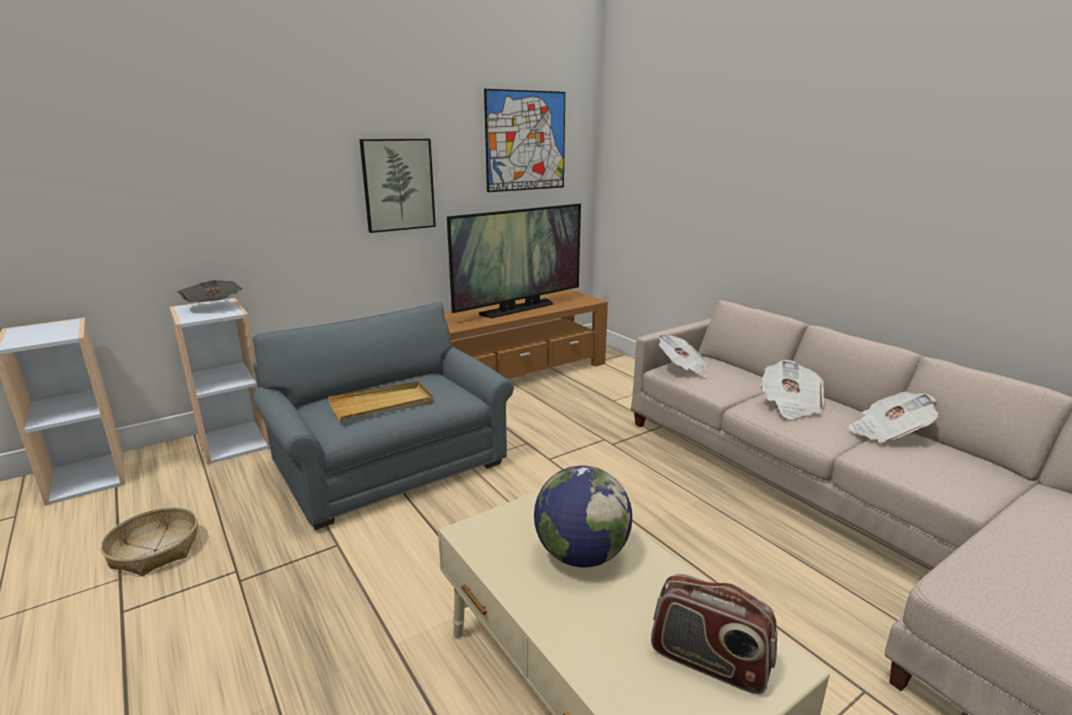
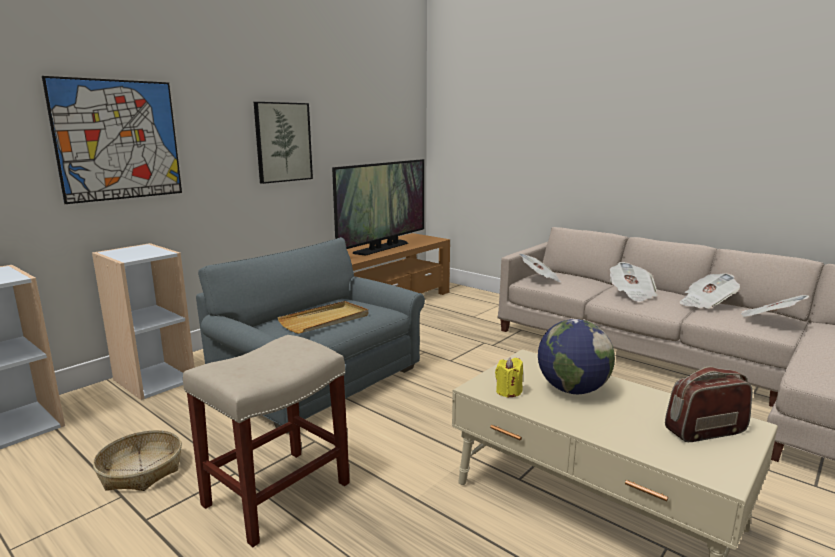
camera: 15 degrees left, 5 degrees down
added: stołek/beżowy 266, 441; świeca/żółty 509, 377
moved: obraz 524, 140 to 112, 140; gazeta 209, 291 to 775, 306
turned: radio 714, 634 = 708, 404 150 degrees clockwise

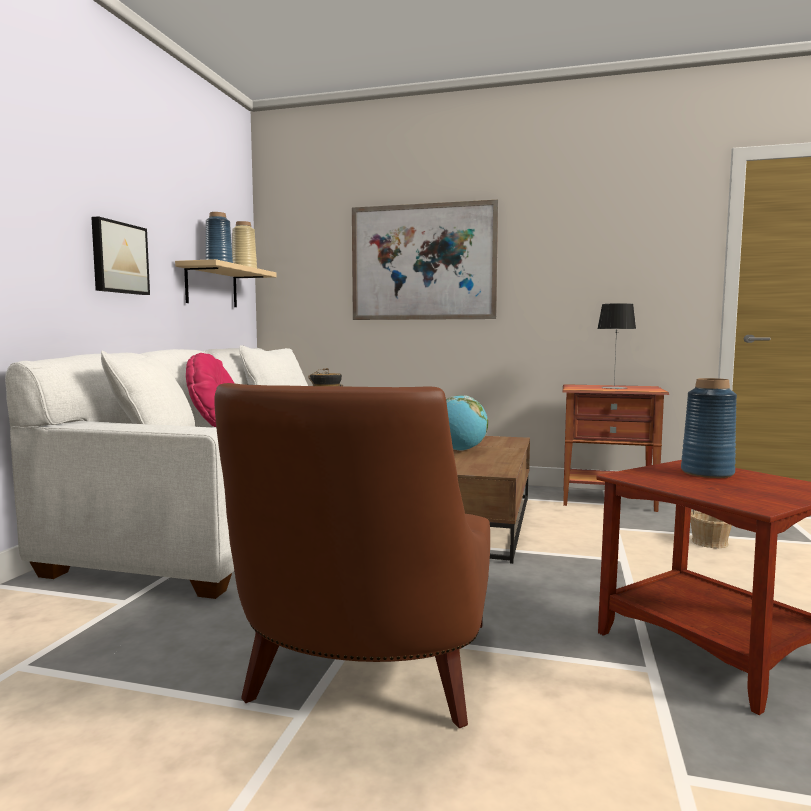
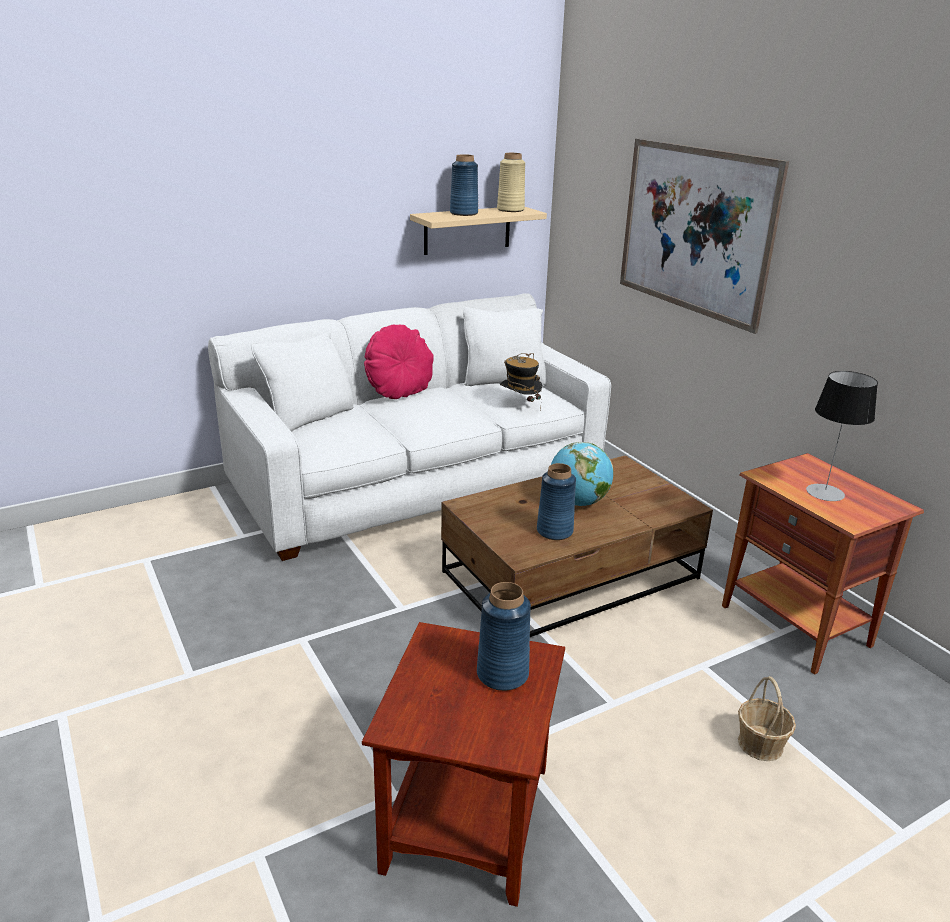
camera: 45 degrees right, 20 degrees up
removed: obraz 120, 255; fotel/brązowy 352, 555
added: wazon/niebieski 556, 501

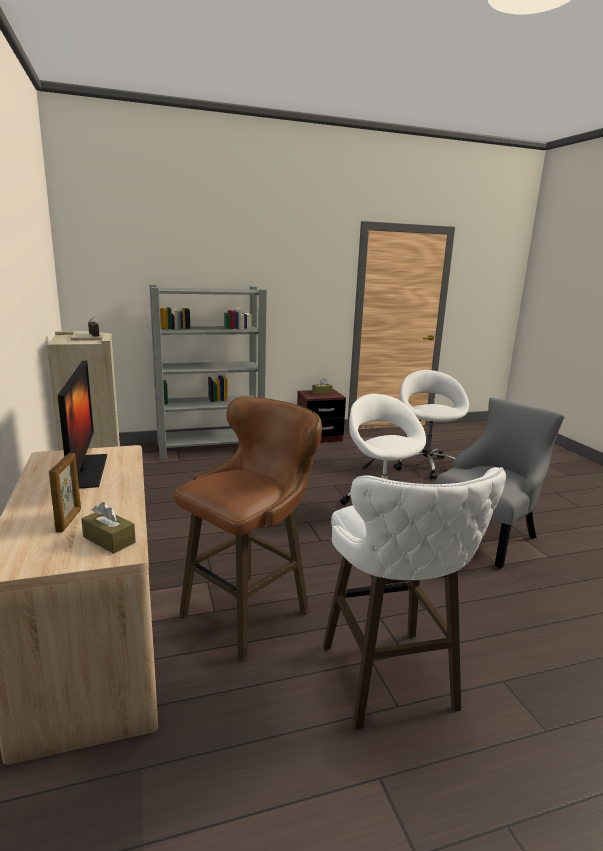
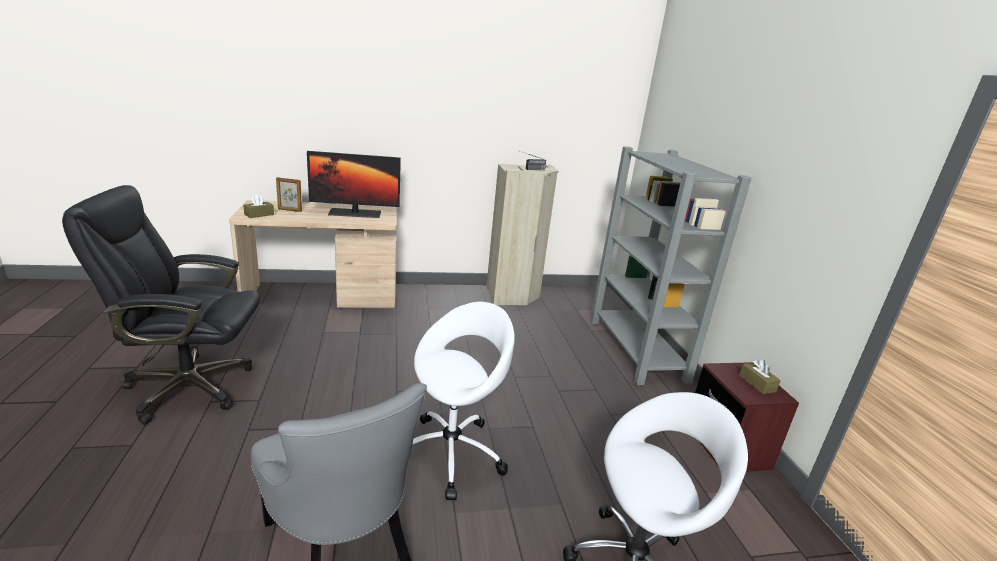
camera: 95 degrees right, 5 degrees up
removed: stołek/brązowy 248, 529
replaced: stołek/biały 414, 598 to krzesło biurowe/czarny 161, 305

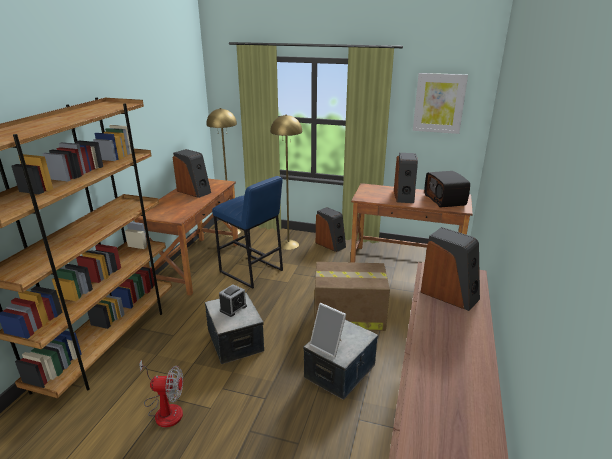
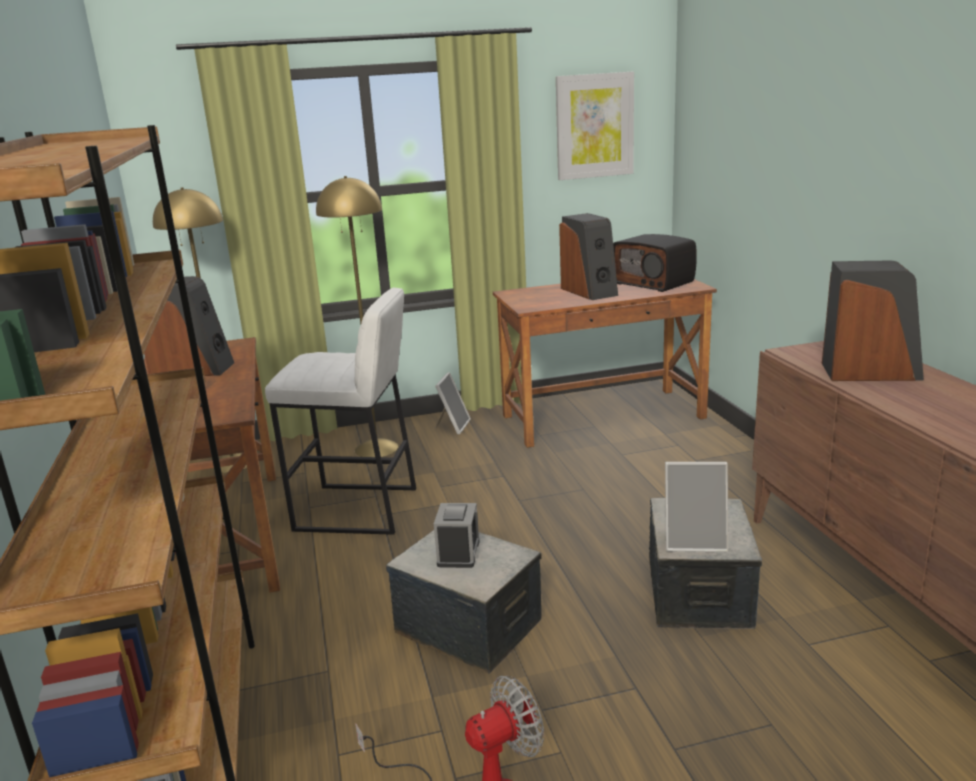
camera: 30 degrees left, 5 degrees down
removed: karton 352, 296
replaced: głośnik 331, 229 to ramka na zdjęcie 452, 403
recoloured: stołek/niebieski 247, 232 to stołek/biały 340, 411

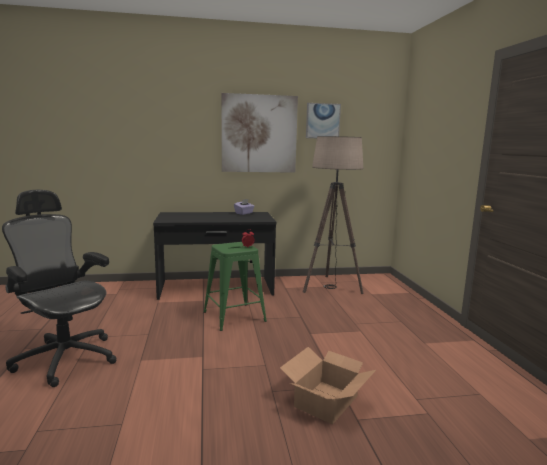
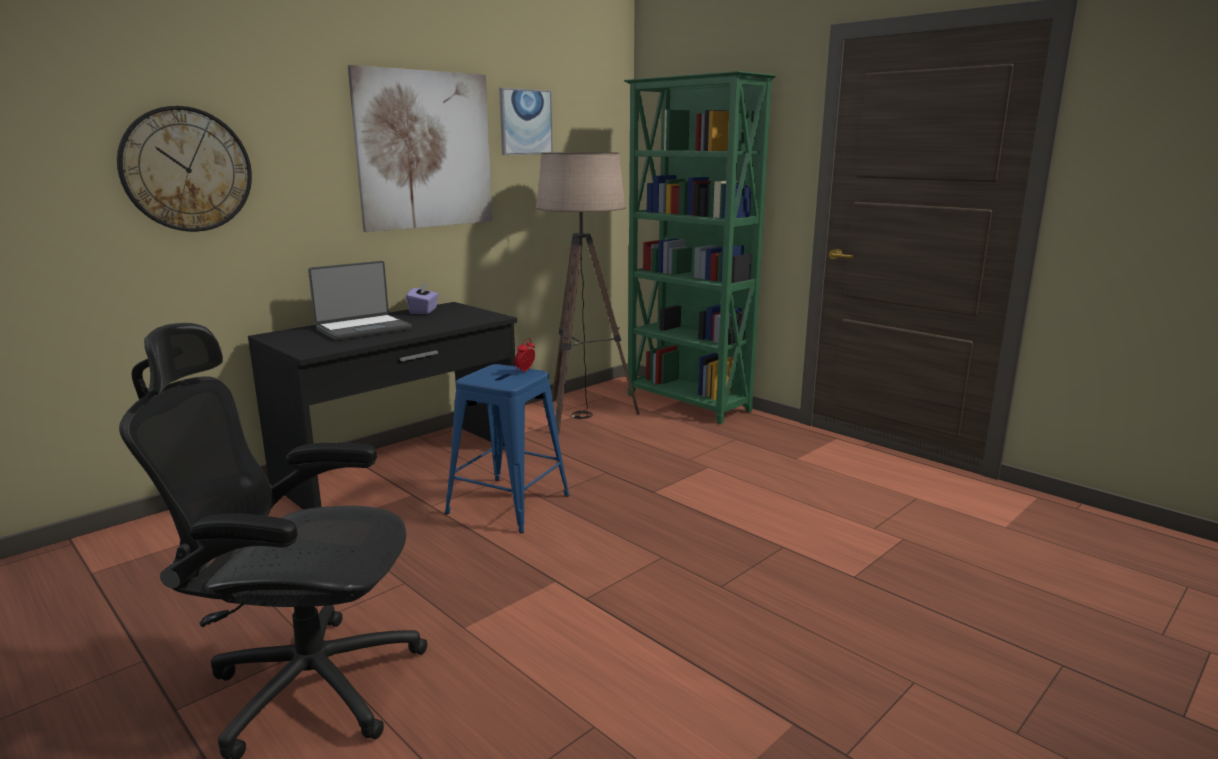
camera: 35 degrees left, 5 degrees up
removed: karton 328, 386
added: regał/zielony 700, 247; zegar ścienny 184, 169; laptop 360, 301
recoloured: stołek/zielony 235, 286 to stołek/niebieski 507, 448

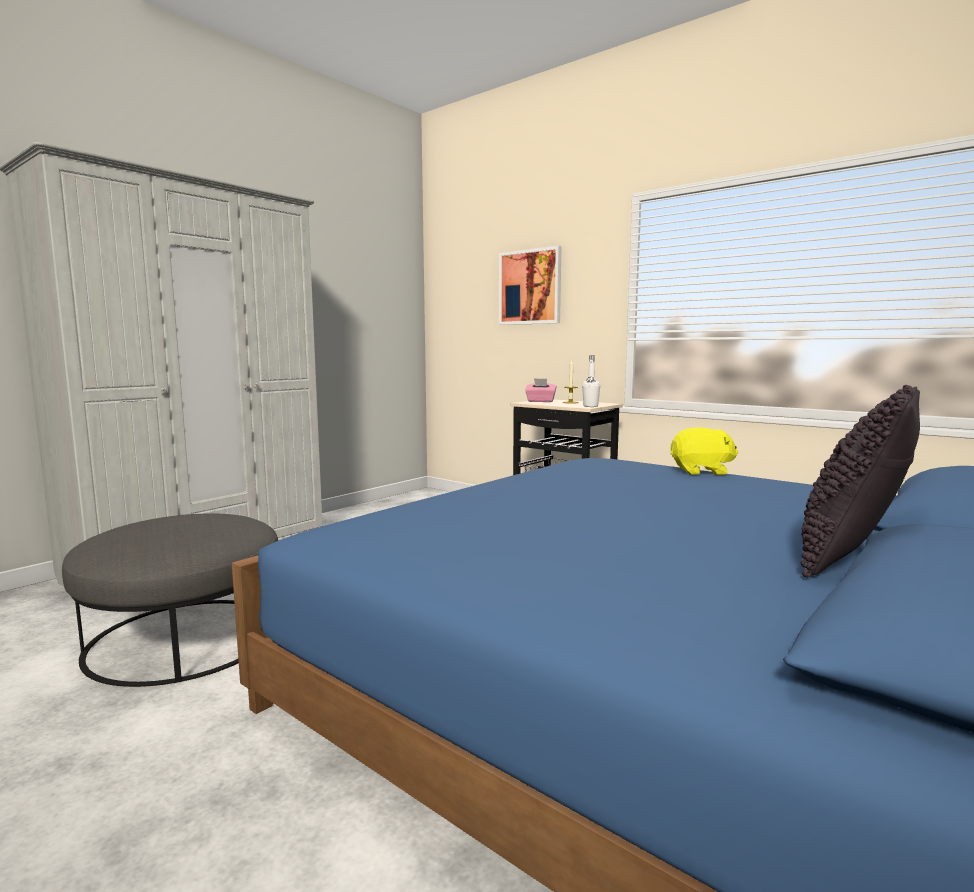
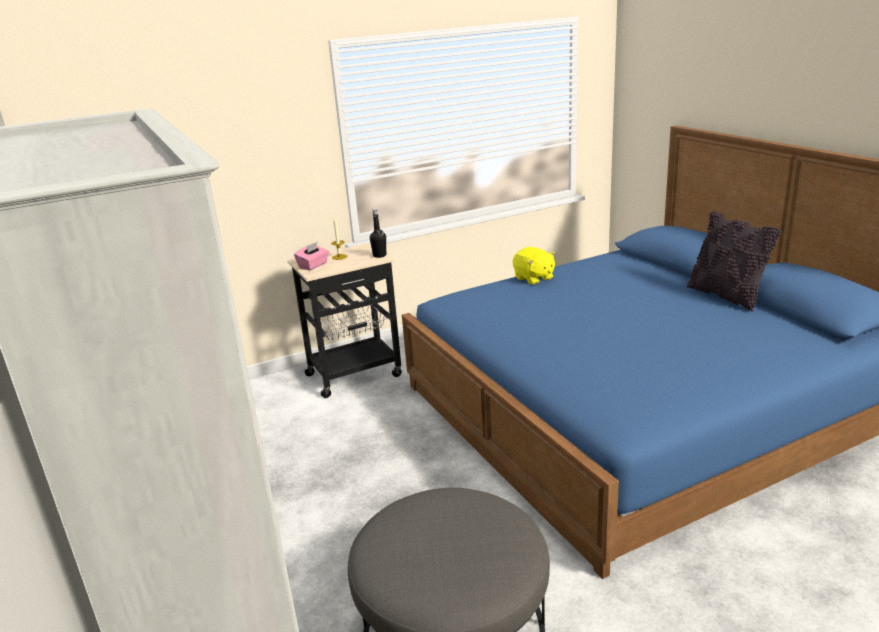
camera: 65 degrees left, 15 degrees up
removed: obraz 530, 285
recoloured: butelka/biały 591, 381 to butelka/czarny 378, 233
turned: pluszak/żółty 704, 451 = 534, 266 120 degrees clockwise

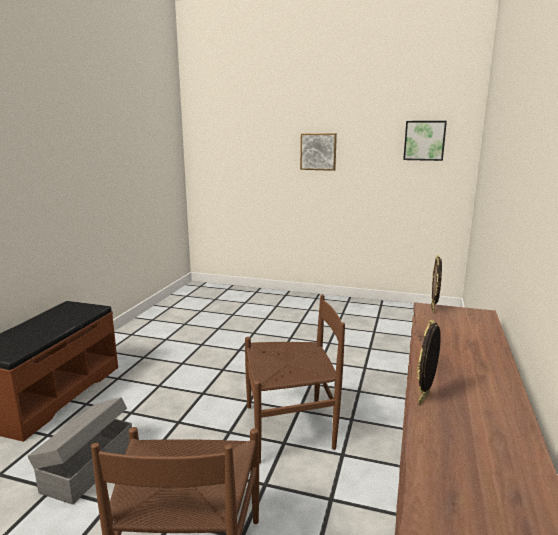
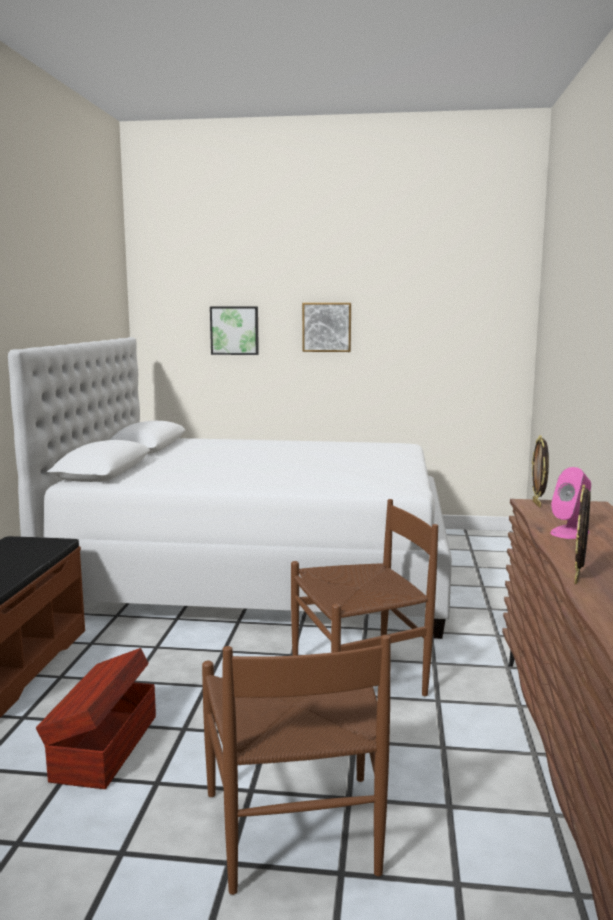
camera: 10 degrees left, 5 degrees down
added: łóżko/biały 230, 488; głośnik/różowy 570, 503
moved: obraz 425, 141 to 234, 330
recoloured: pojemnik do przechowywania/szary 80, 450 to pojemnik do przechowywania/brązowy 96, 718

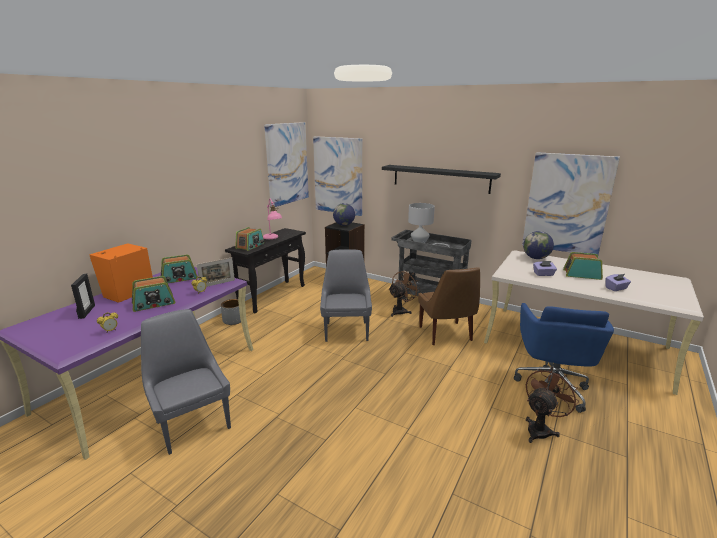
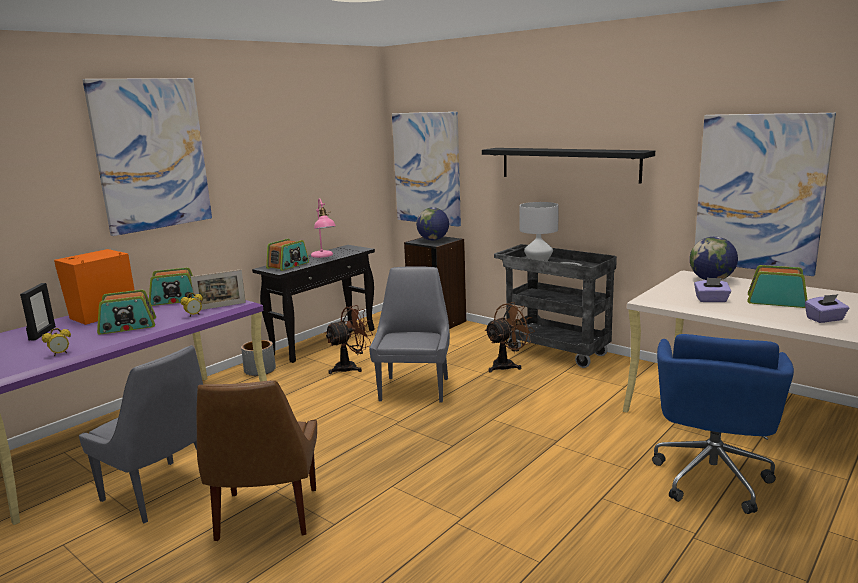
camera: 10 degrees right, 5 degrees down
moved: obraz 286, 164 to 147, 157; krzesło/brązowy 449, 306 to 256, 460; wentylator/brązowy 552, 405 to 349, 339
turned: krzesło/szary 186, 382 = 141, 434 150 degrees clockwise

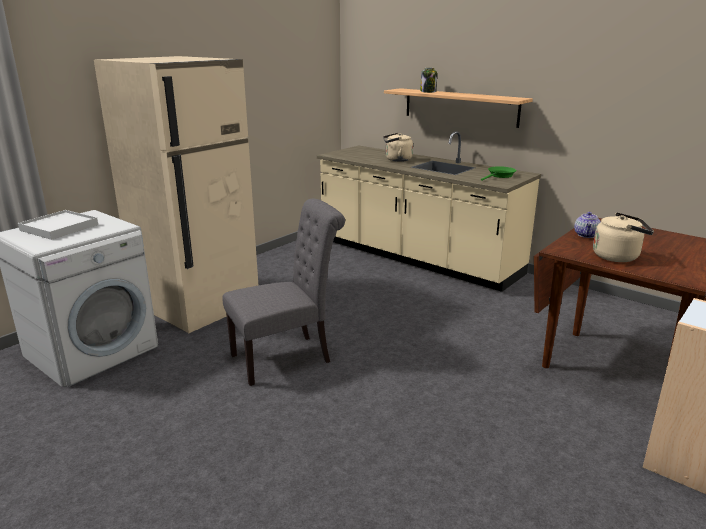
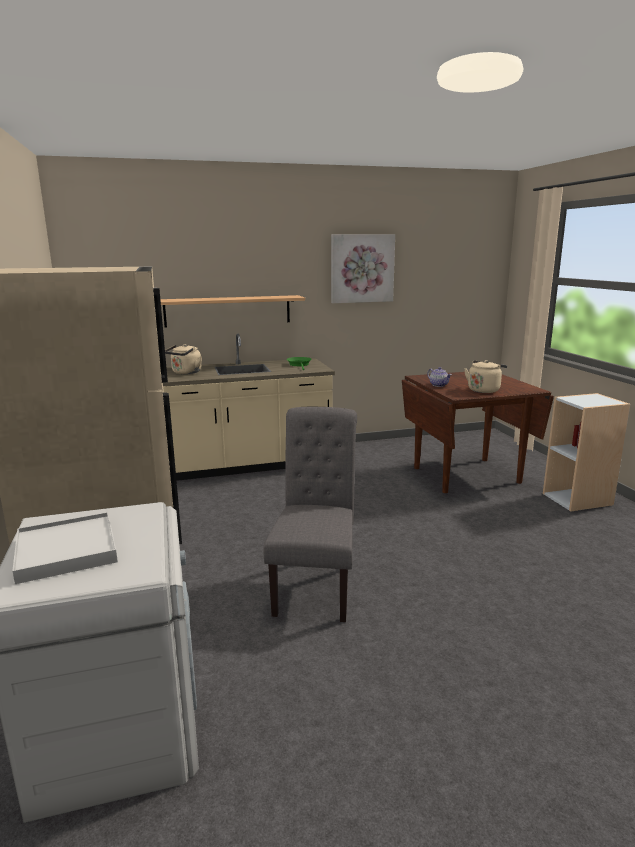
camera: 55 degrees left, 5 degrees down
removed: słoik 428, 80
added: obraz 363, 268

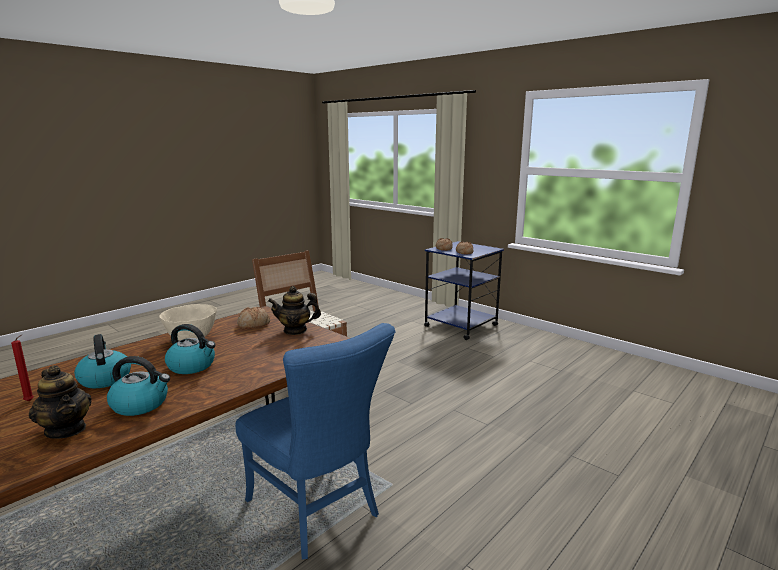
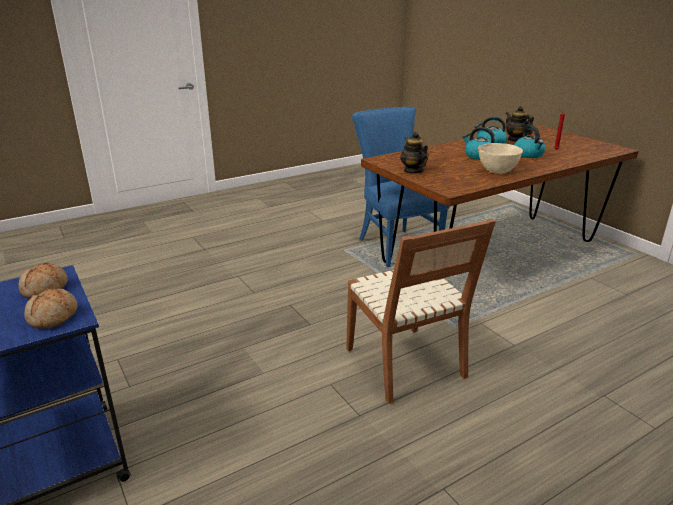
camera: 165 degrees left, 10 degrees up
removed: chleb 253, 318
turned: imbryk 294, 310 = 414, 153 120 degrees counterclockwise

